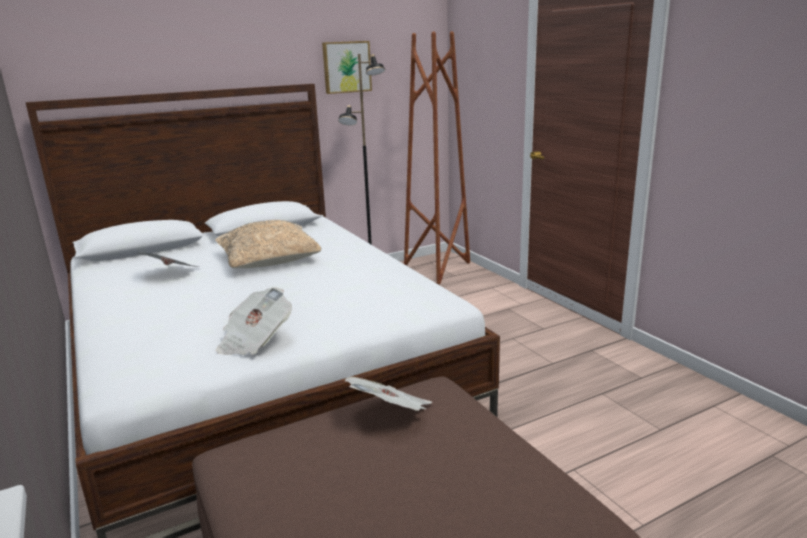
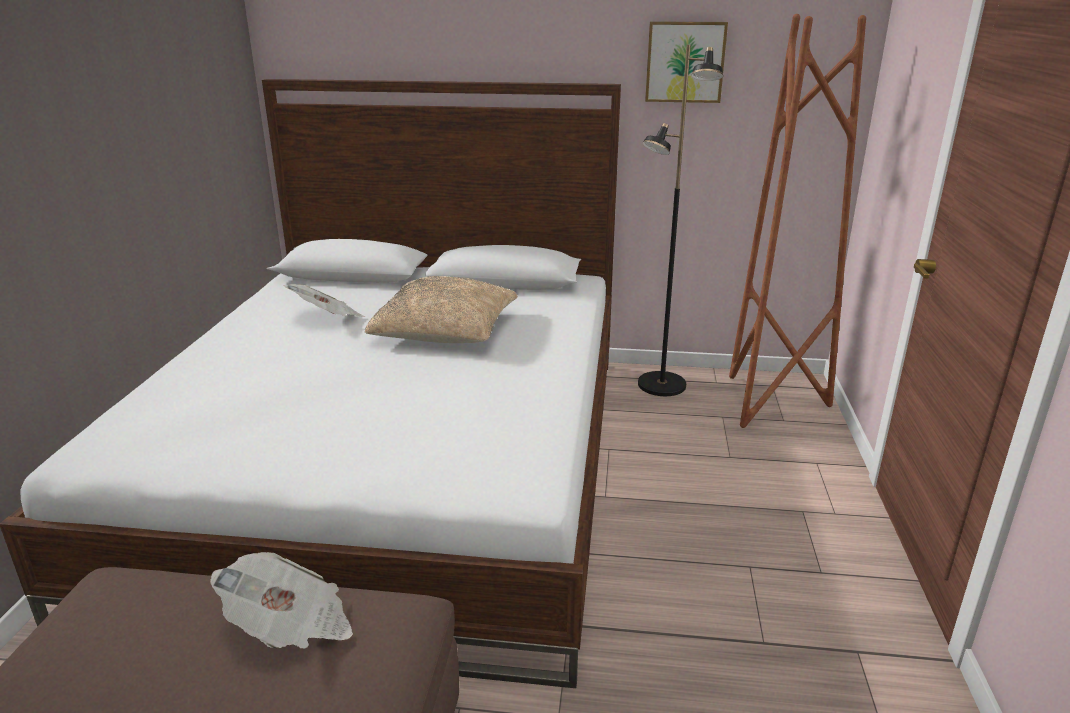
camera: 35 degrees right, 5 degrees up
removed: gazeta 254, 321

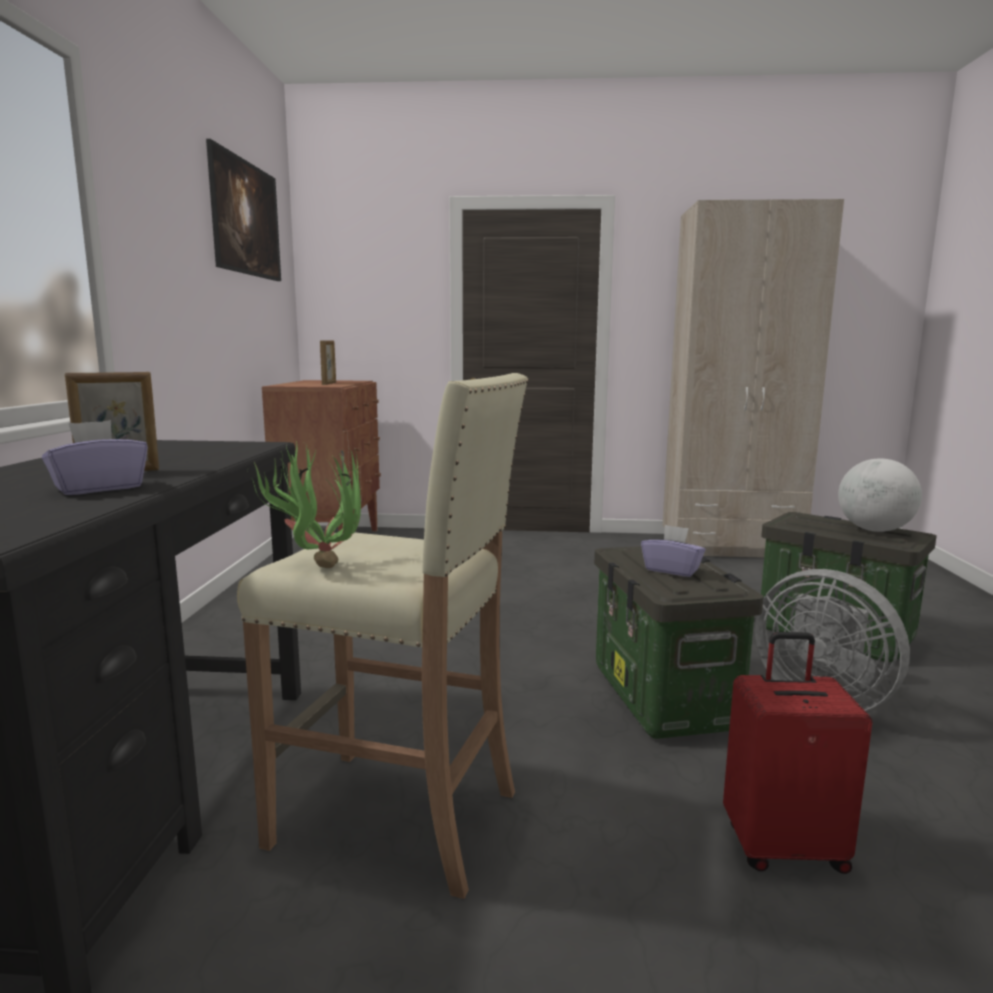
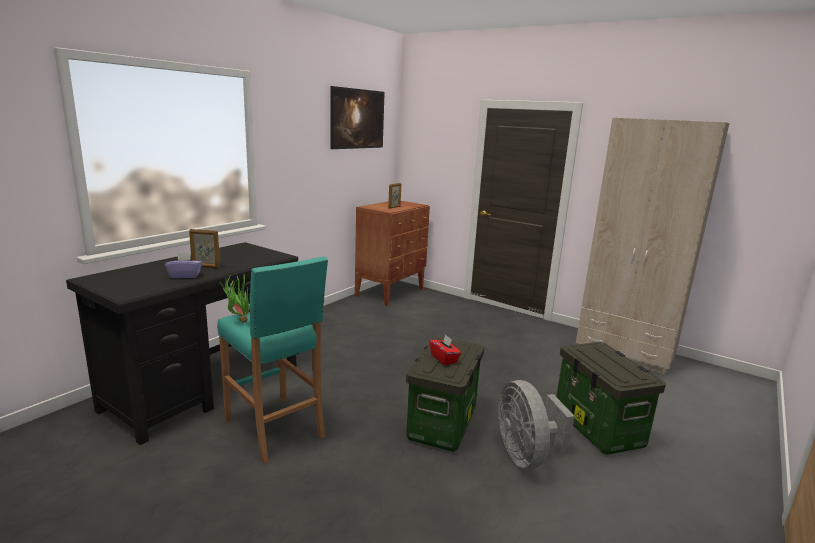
camera: 30 degrees right, 5 degrees up
removed: globus 880, 495; walizka/czerwony 798, 753
recoloured: stołek/beżowy 382, 636 to stołek/turkusowy 272, 360; pudełko chusteczek/fioletowy 673, 551 to pudełko chusteczek/czerwony 445, 350

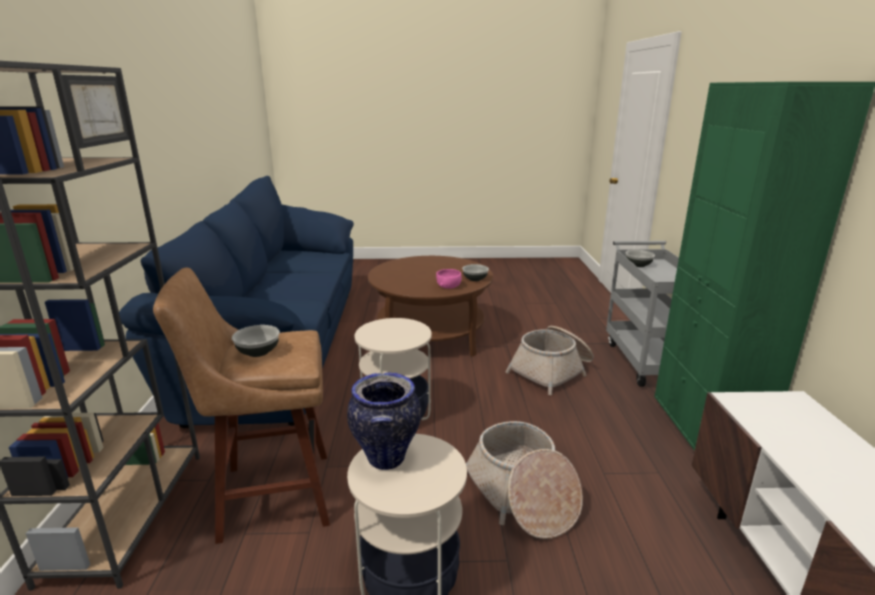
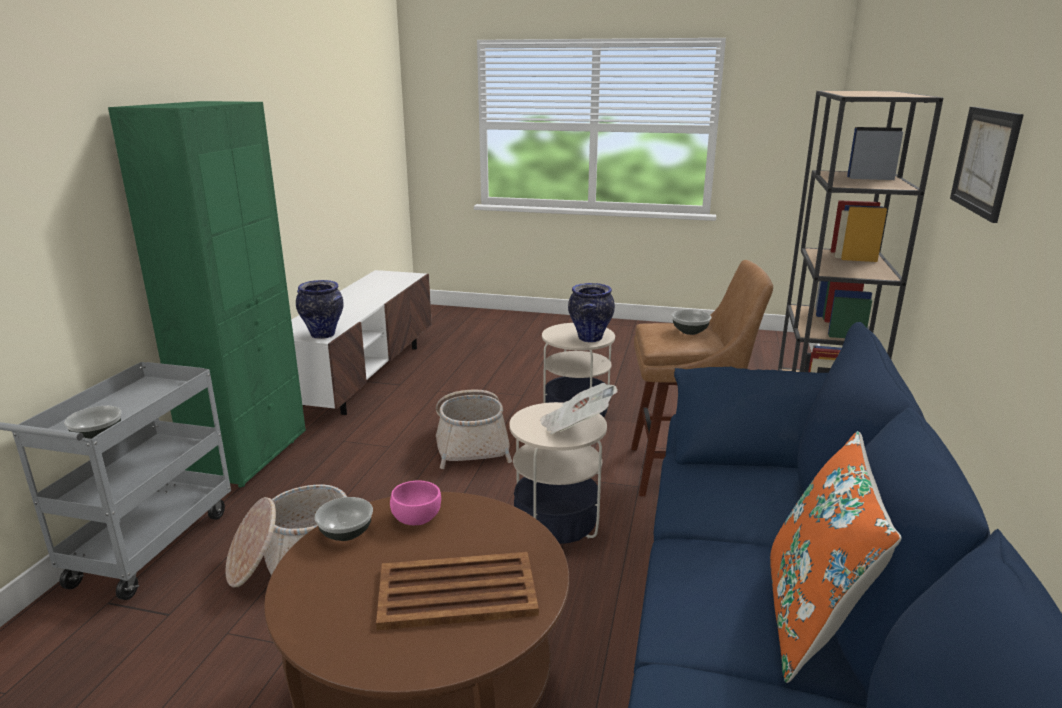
camera: 165 degrees left, 0 degrees up
added: wazon 320, 309; gazeta 579, 409; poduszka/pomarańczowy 836, 557; taca/brązowy 457, 591

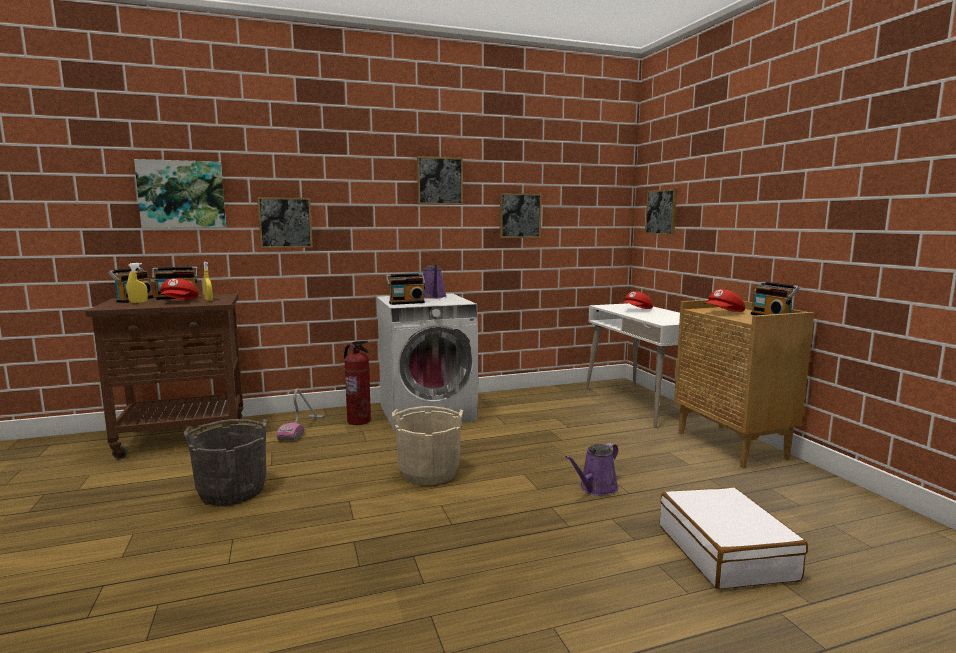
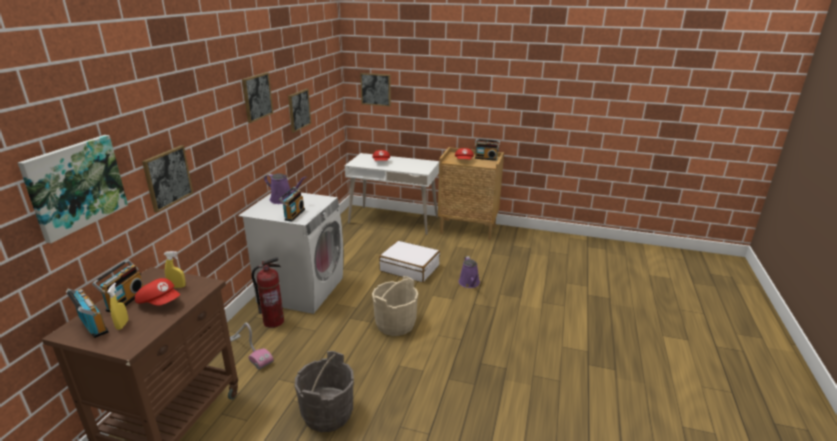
camera: 55 degrees left, 15 degrees up
moved: walizka/biały 734, 538 to 409, 261

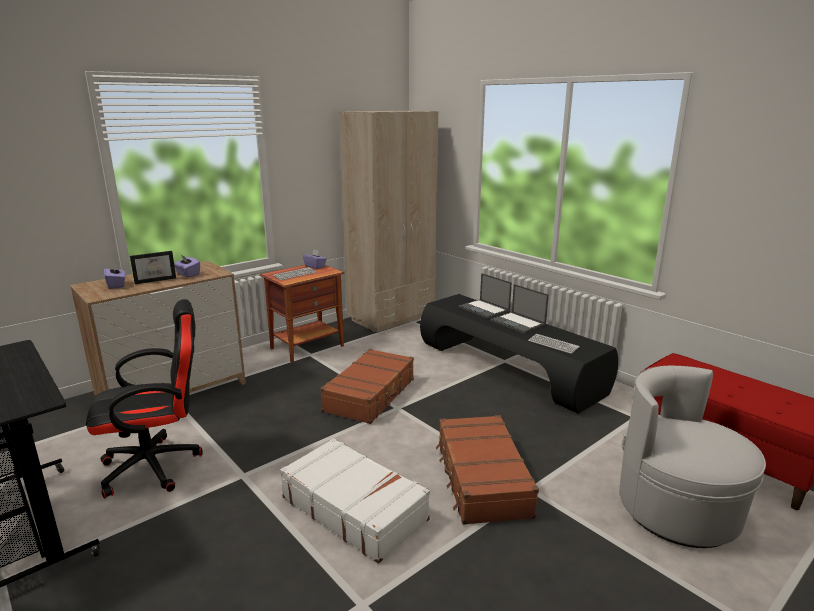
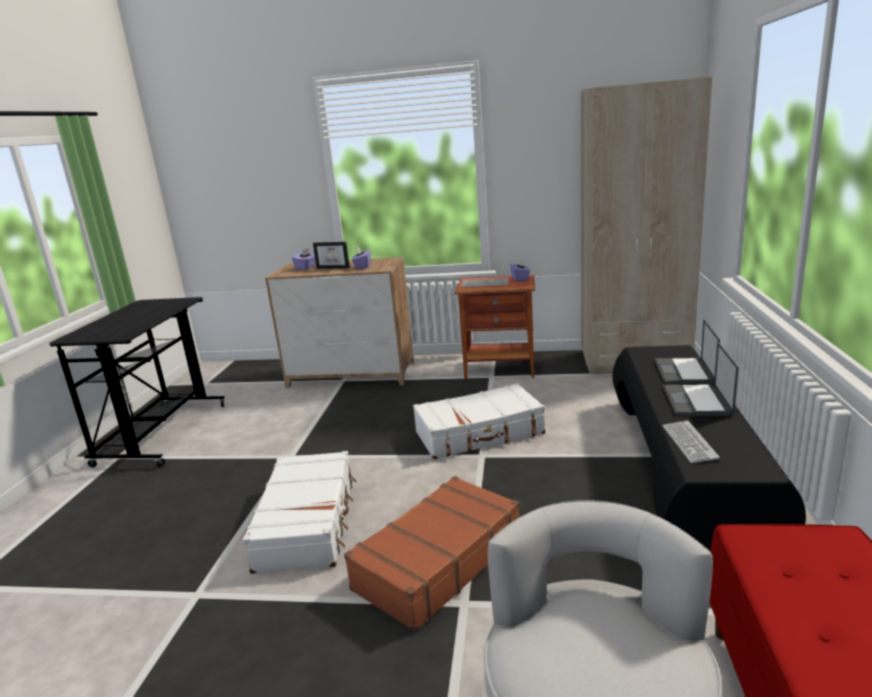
camera: 50 degrees right, 0 degrees up
removed: krzesło biurowe/czarny 144, 399
recoloured: walizka/brązowy 367, 386 to walizka/biały 479, 421

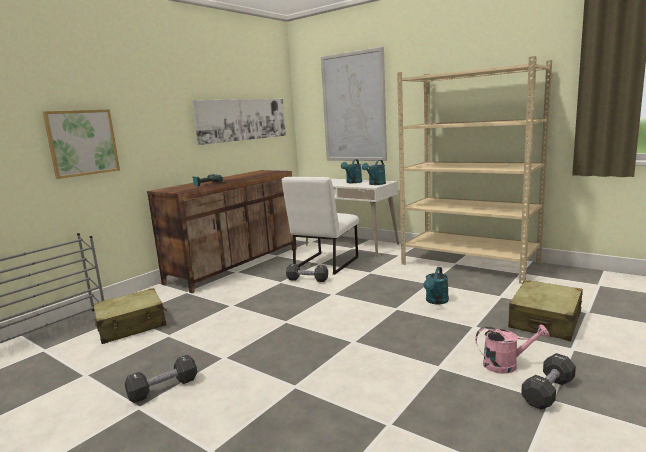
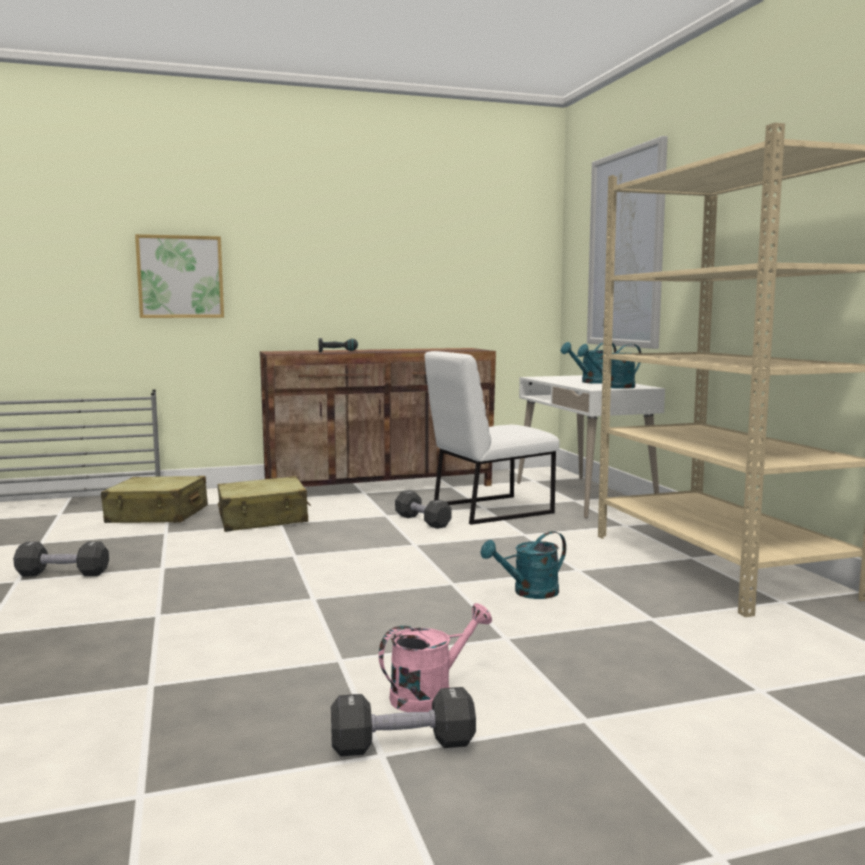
camera: 35 degrees right, 5 degrees down
removed: obraz 239, 122
moved: walizka/beżowy 545, 310 to 264, 504
turned: konewka/różowy 512, 349 = 435, 657 75 degrees counterclockwise

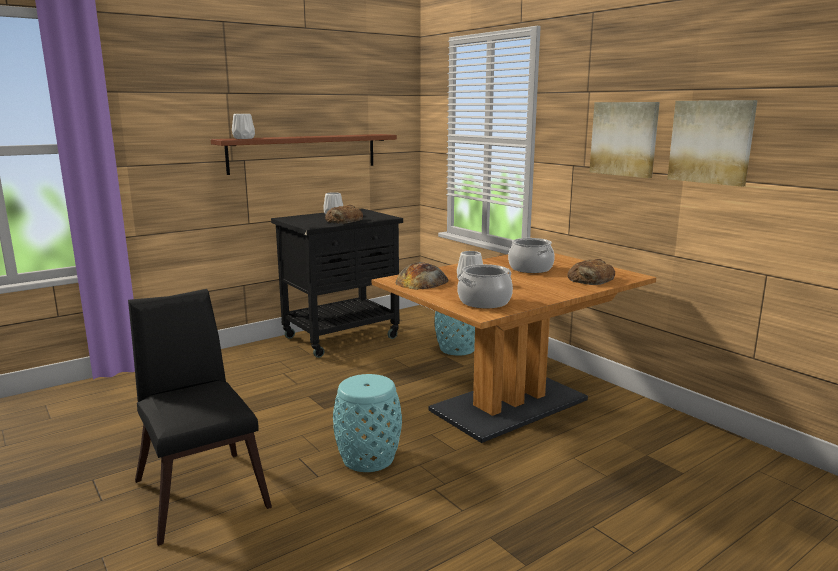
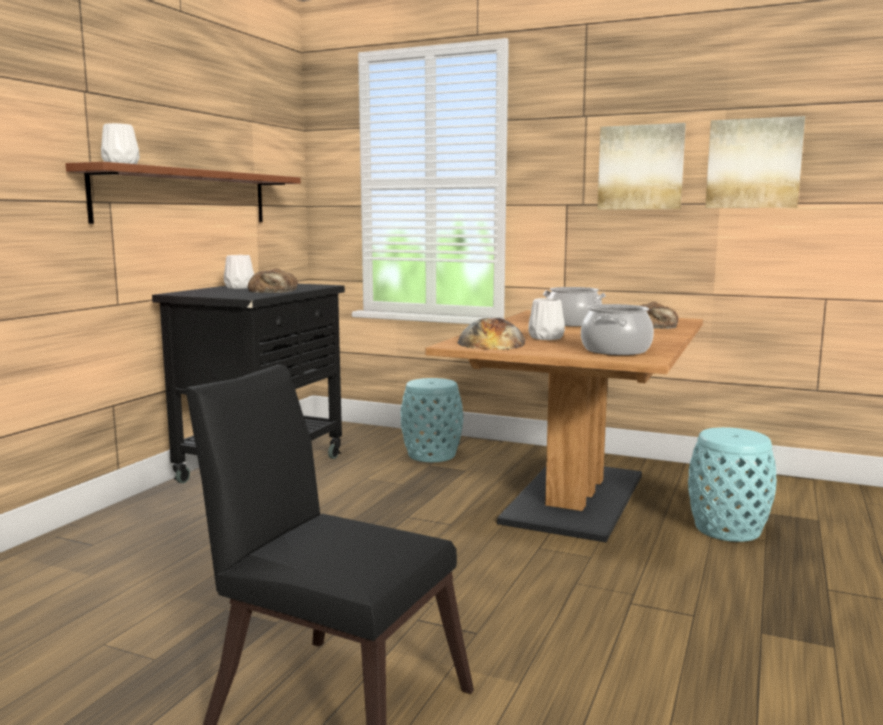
camera: 30 degrees left, 5 degrees down
moved: stołek/turkusowy 367, 423 to 732, 484

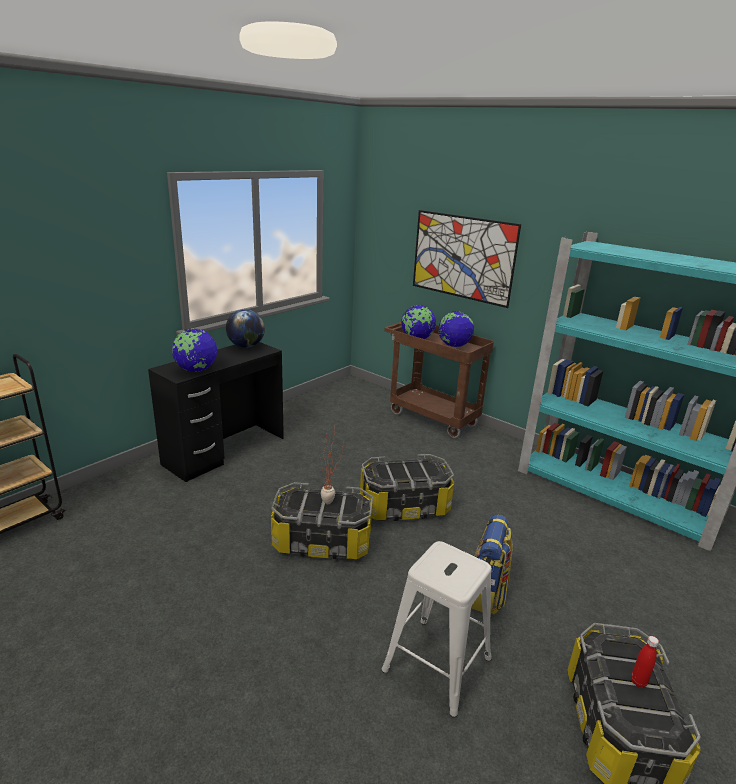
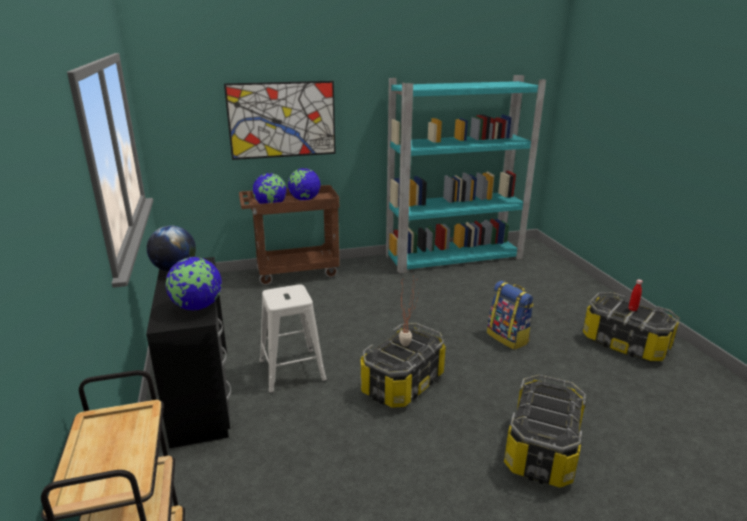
camera: 55 degrees left, 0 degrees up
moved: pojemnik do przechowywania 407, 487 to 545, 431; stołek/biały 436, 629 to 293, 339

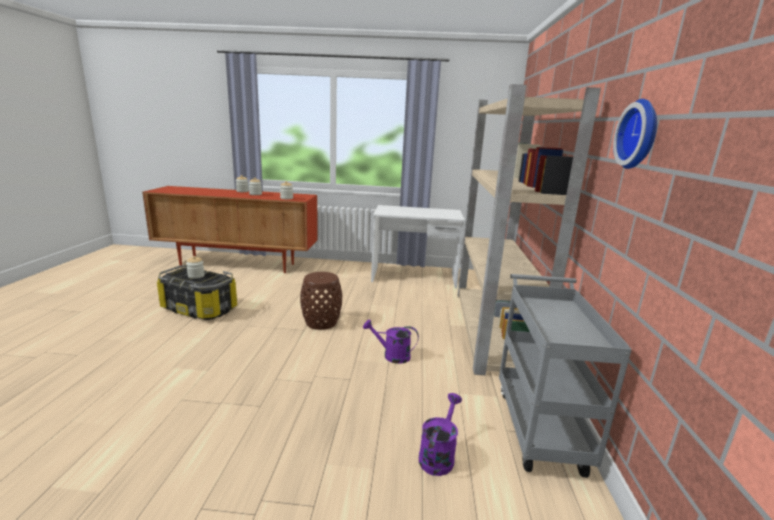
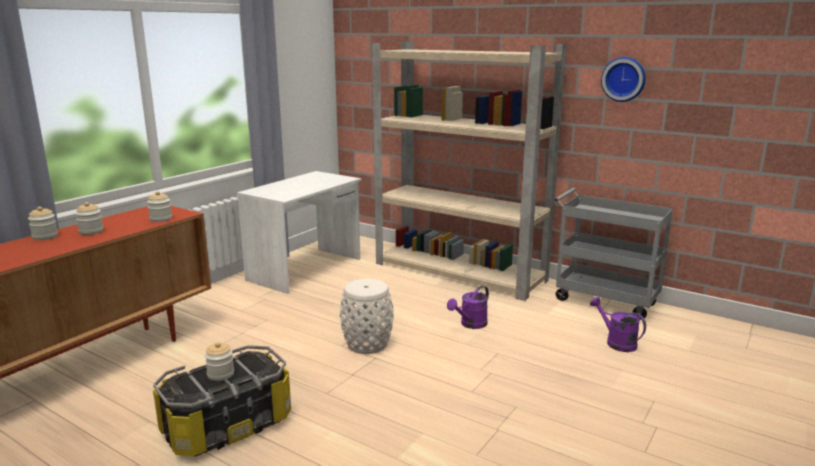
camera: 60 degrees left, 0 degrees up
recoloured: stołek/brązowy 321, 301 to stołek/biały 367, 316

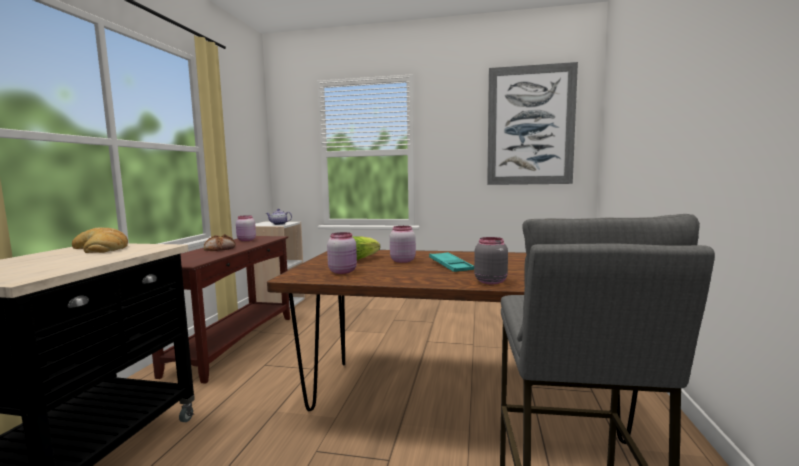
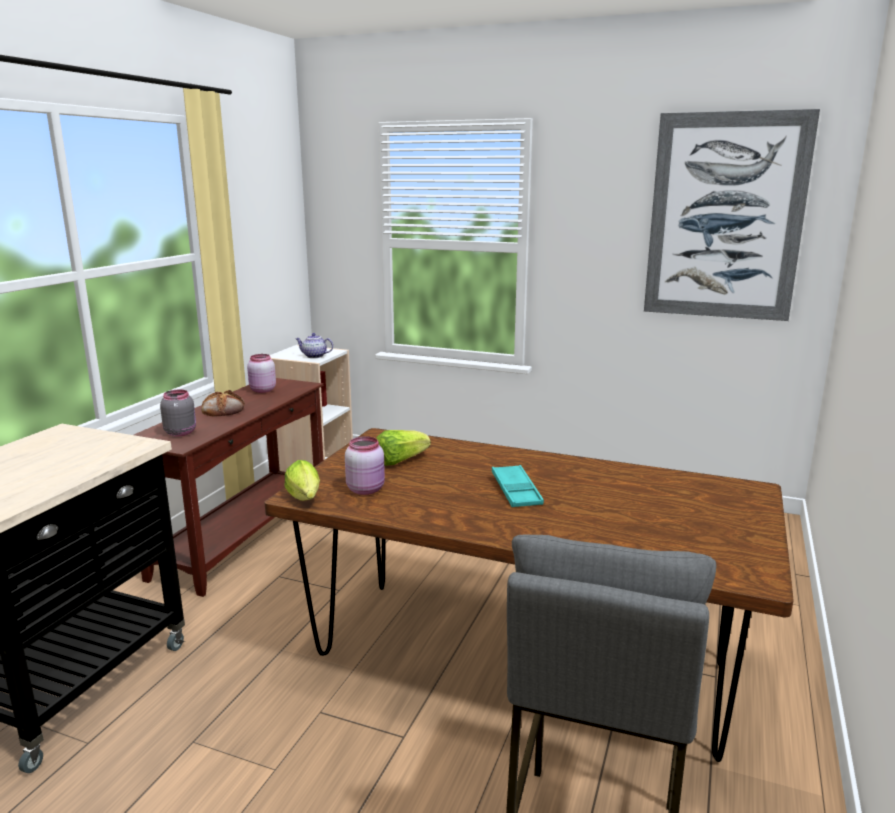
camera: 10 degrees right, 10 degrees up
removed: słoik/różowy 403, 244; chleb 100, 240
added: sałata 302, 480
moved: słoik/szary 491, 260 to 178, 413

